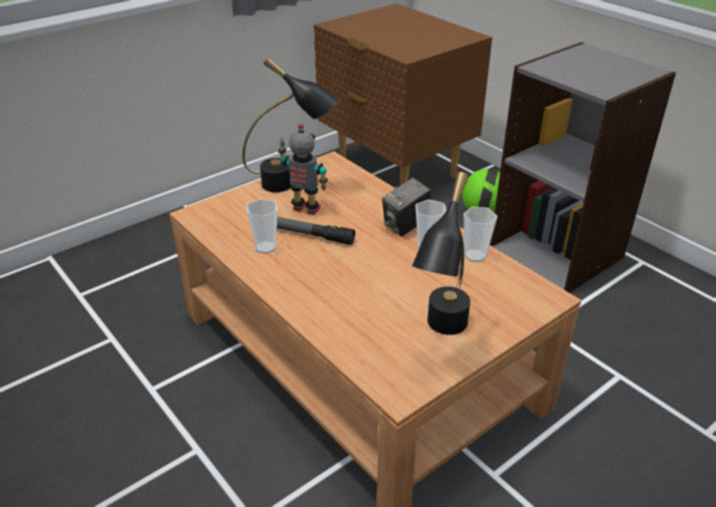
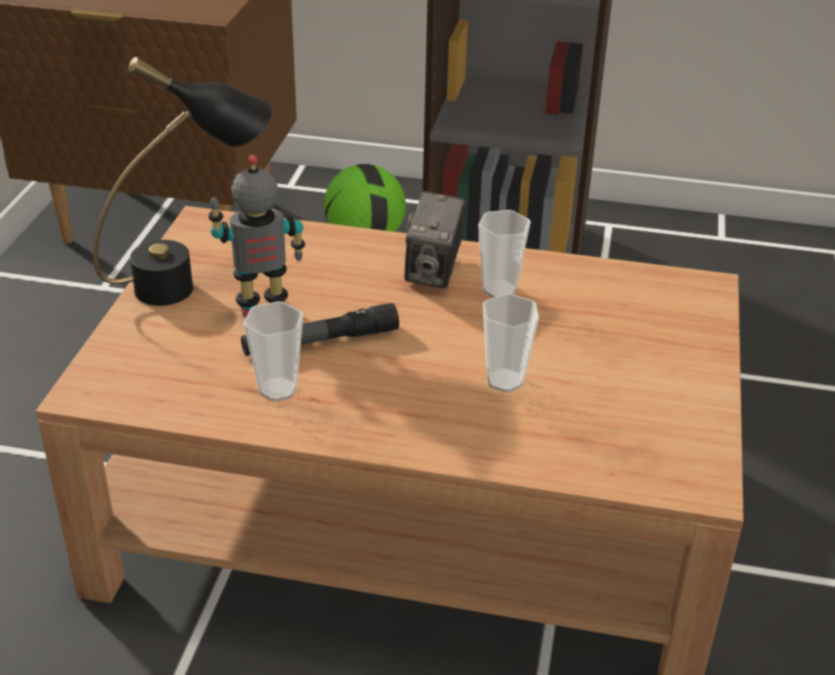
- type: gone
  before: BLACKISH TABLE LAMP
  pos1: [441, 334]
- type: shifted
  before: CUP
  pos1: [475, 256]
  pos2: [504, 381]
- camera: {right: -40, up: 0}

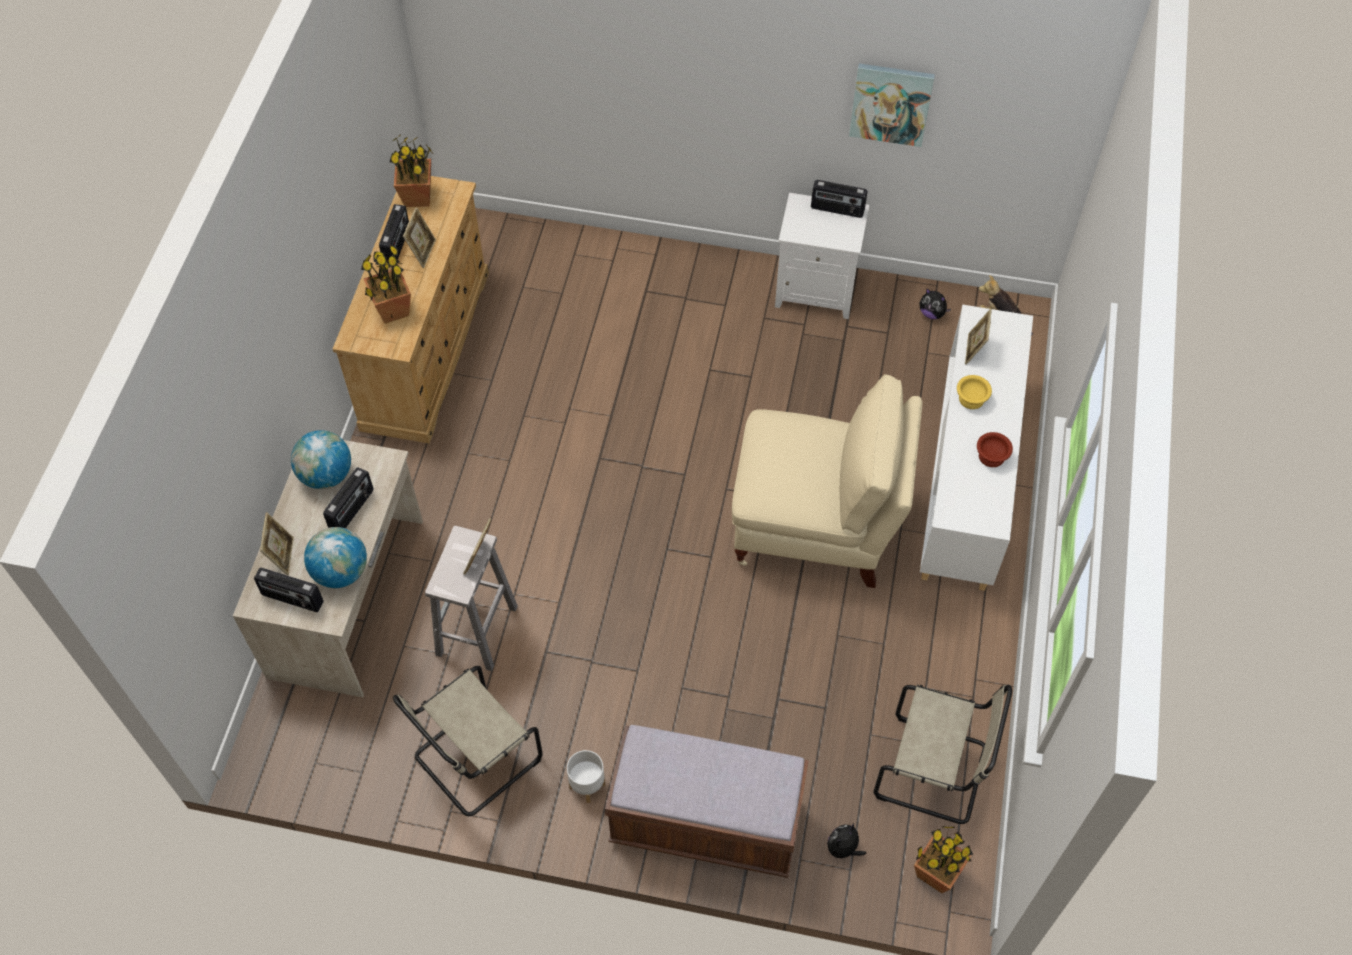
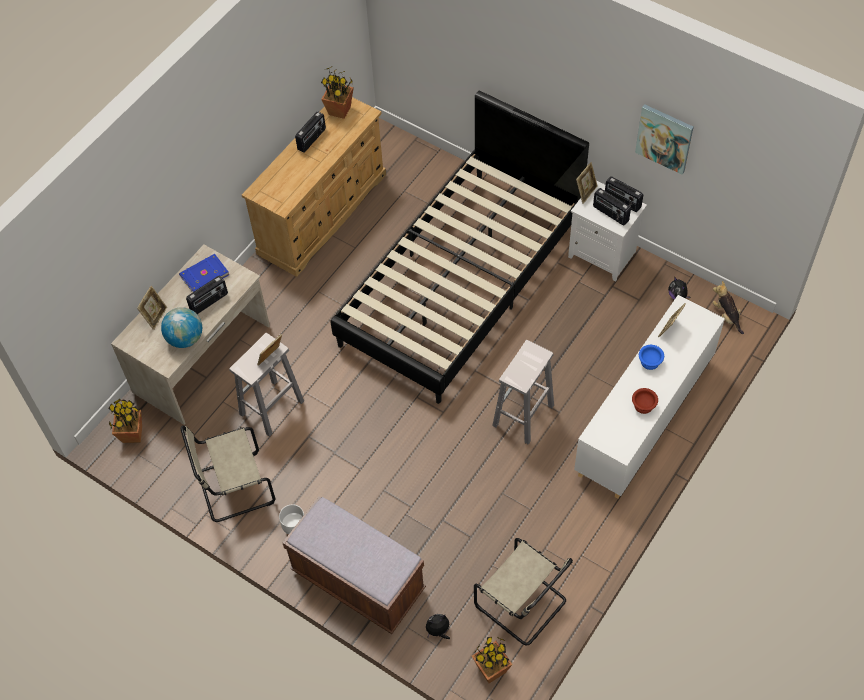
- type: shifted
  before: RADIO
  pos1: [292, 599]
  pos2: [610, 214]
- type: swapped
  before: DESK GLOBE
  after: BLUISH VOLUME
  pos1: [326, 475]
  pos2: [204, 275]
- type: shifted
  before: PLANT IN A POT
  pos1: [392, 310]
  pos2: [132, 434]
- type: shifted
  before: STANDING FRAME
  pos1: [422, 252]
  pos2: [586, 192]
- type: swapped
  before: BEIGE-COLOURED UPRIGHT CHAIR
  after: WHITE-COLOURED SITTING STOOL
  pos1: [816, 527]
  pos2: [523, 416]
- type: repainted
  before: YELLOW-COLOURED DEEP DISH
  after: BLUISH DEEP DISH
  pos1: [972, 399]
  pos2: [650, 362]
- type: new
  after: BLACKISH BED
  pos2: [461, 283]
- camera: {right: 25, up: 0}

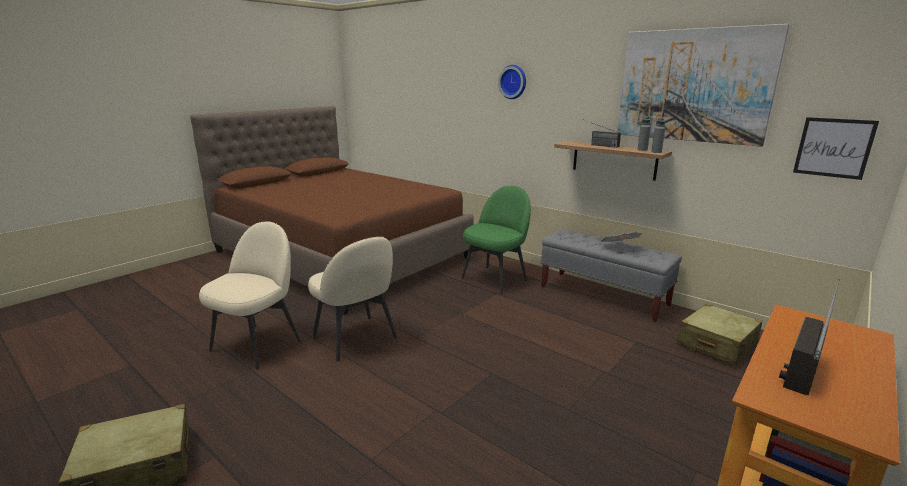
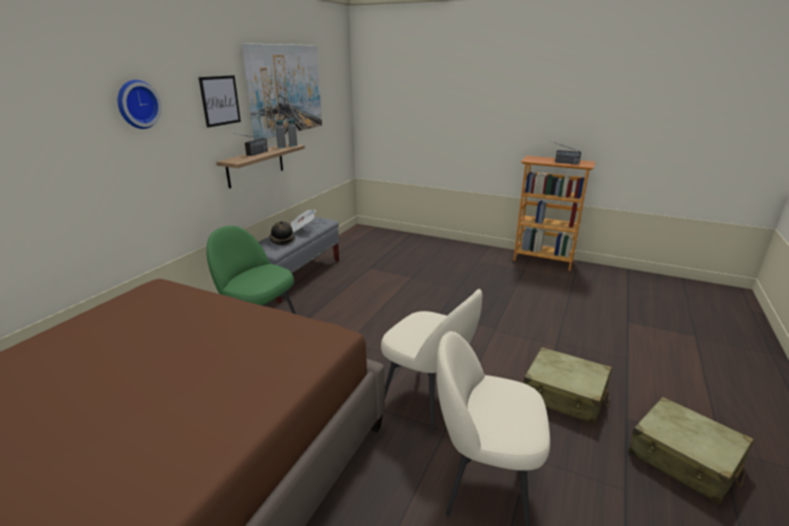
- type: rotated
  before: BEIGE-COLOURED UPRIGHT CHAIR
  pos1: [356, 339]
  pos2: [428, 397]
  turn: 90
- type: shifted
  before: BEIGE-COLOURED TRAVEL CASE
  pos1: [716, 345]
  pos2: [564, 395]
- type: shifted
  before: WALL ART
  pos1: [833, 147]
  pos2: [220, 100]
- type: new
  after: CLOTHING HAT
  pos2: [282, 241]
- camera: {right: -105, up: 5}

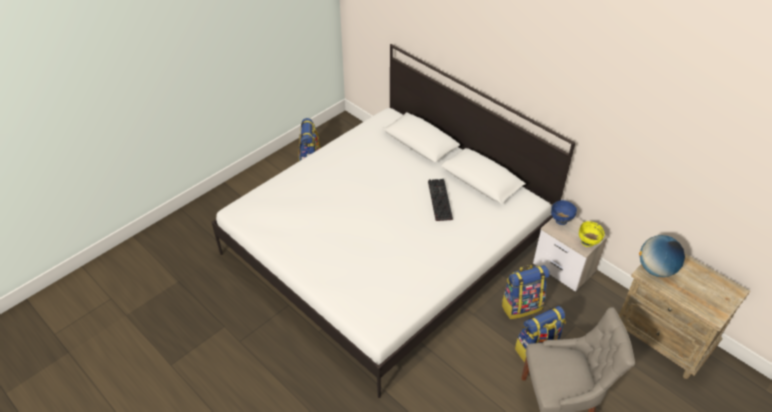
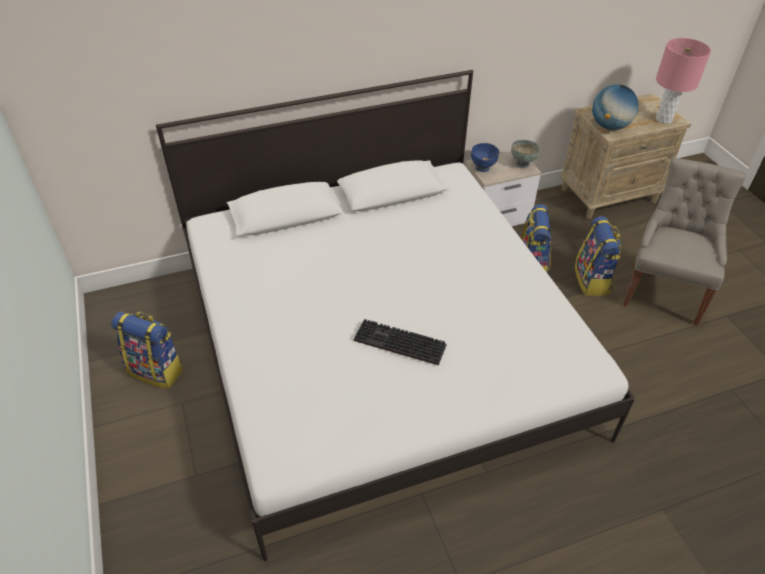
- type: shifted
  before: COMPUTER KEYBOARD
  pos1: [438, 200]
  pos2: [397, 344]
- type: repainted
  before: YELLOW-COLOURED DEEP DISH
  after: GREY DEEP DISH
  pos1: [588, 242]
  pos2: [522, 164]
- type: new
  after: PINK-COLOURED TABLE LAMP
  pos2: [664, 119]
- camera: {right: -65, up: 0}

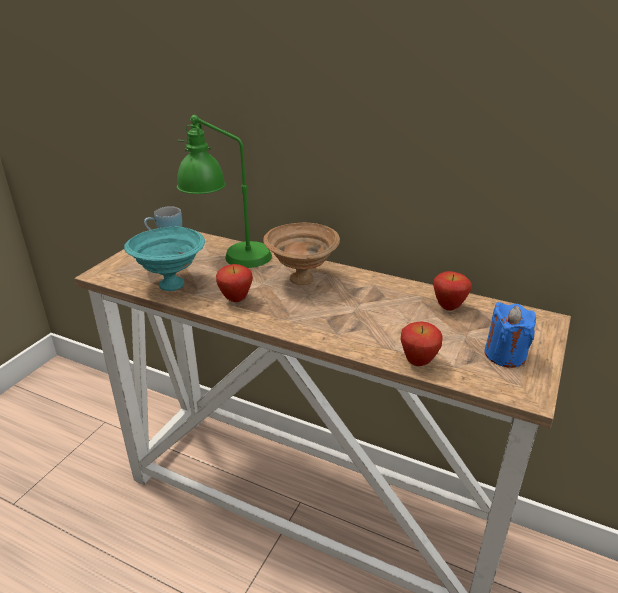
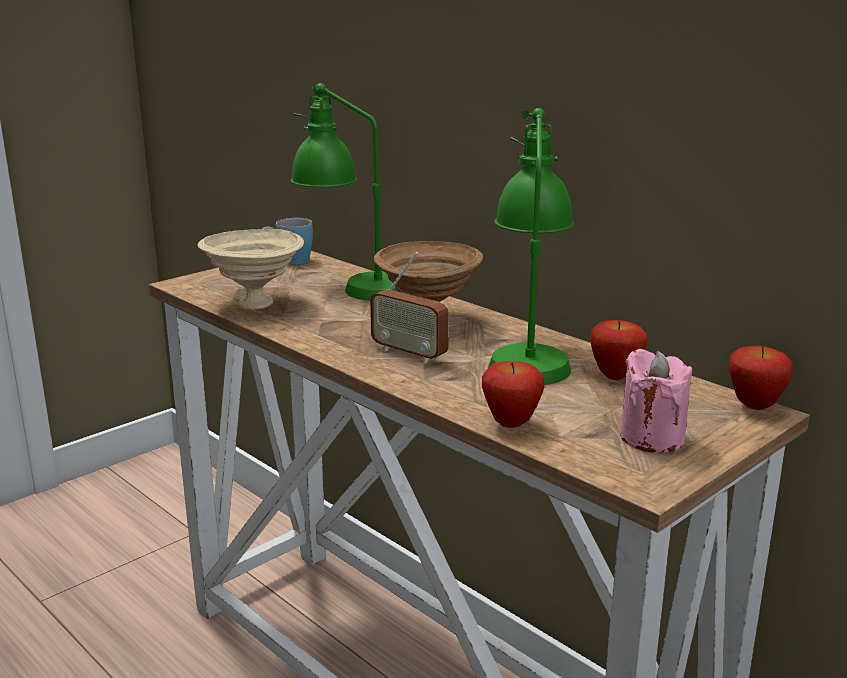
- type: repainted
  before: TURQUOISE-COLOURED DEEP DISH
  after: BEIGE-COLOURED DEEP DISH
  pos1: [169, 284]
  pos2: [253, 303]
- type: shifted
  before: APPLE FRUIT
  pos1: [236, 300]
  pos2: [755, 407]
- type: repainted
  before: BLUISH WAX LIGHT
  after: PINK-COLOURED WAX LIGHT
  pos1: [505, 355]
  pos2: [652, 437]
- type: new
  after: RADIO
  pos2: [409, 353]
- type: new
  after: GREEN-COLOURED TABLE LAMP
  pos2: [527, 354]
- camera: {right: 20, up: -10}

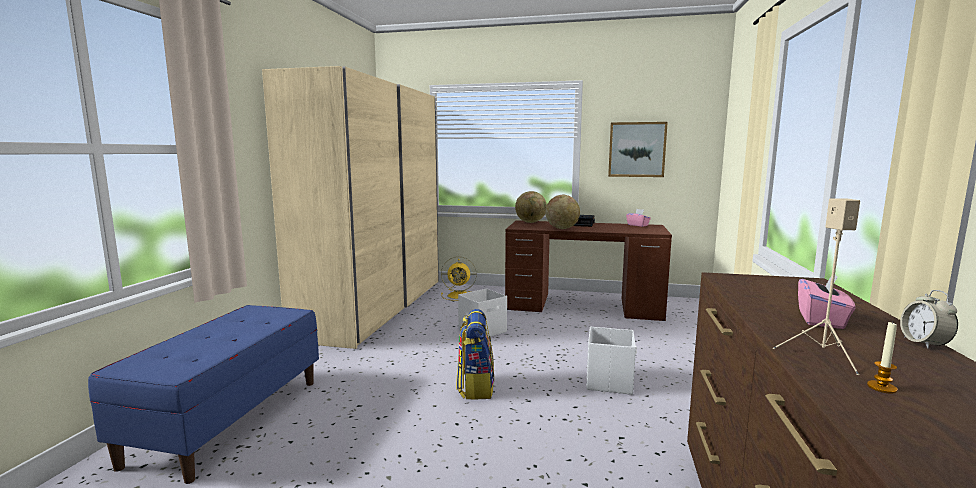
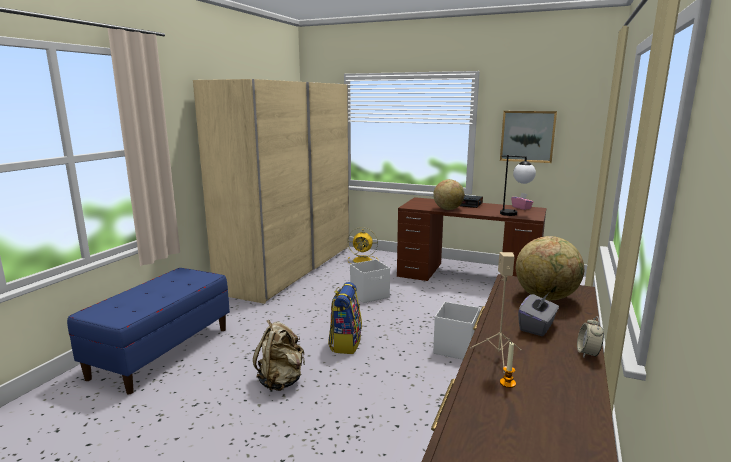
- type: shifted
  before: DESK GLOBE
  pos1: [530, 222]
  pos2: [546, 297]
- type: repainted
  before: PINK-COLOURED BOX OF TISSUES
  after: GREY BOX OF TISSUES
  pos1: [821, 320]
  pos2: [537, 327]
- type: new
  after: BEIGE-COLOURED BACKPACK
  pos2: [281, 381]
- type: new
  after: TABLE LAMP
  pos2: [515, 214]
- camera: {right: 10, up: 5}

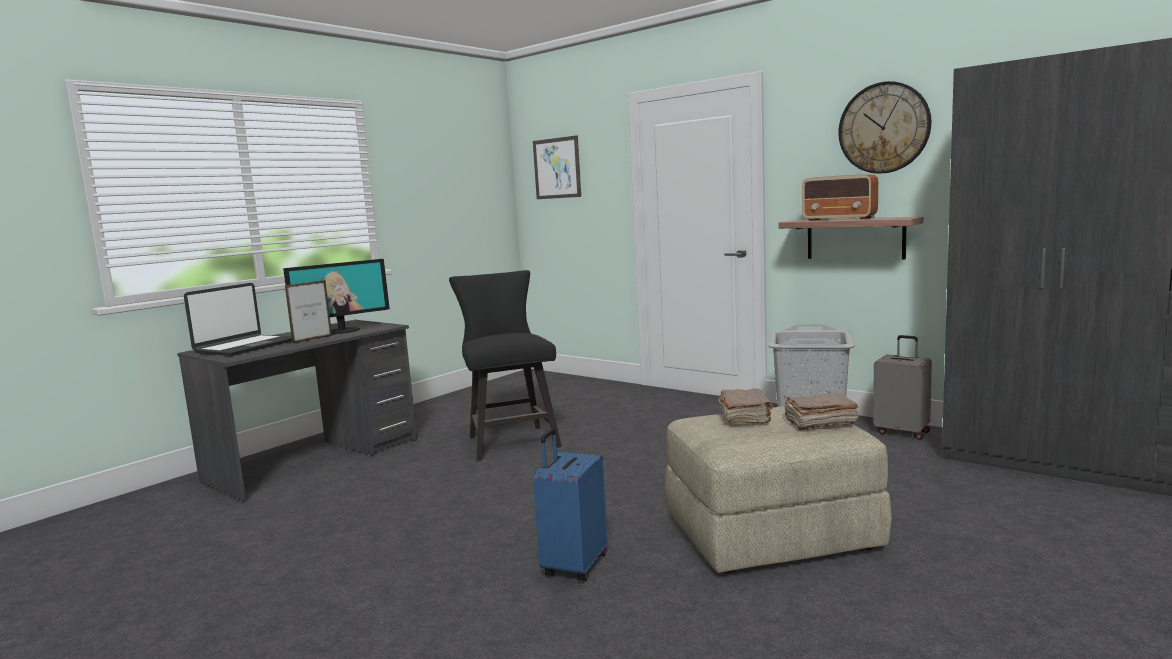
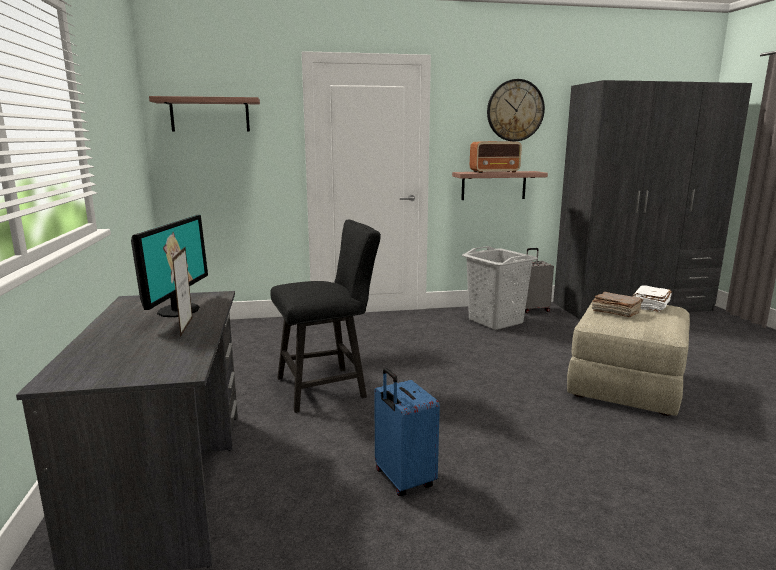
- type: gone
  before: NOTEBOOK COMPUTER
  pos1: [245, 347]
- type: rotated
  before: BLACKISH UPRIGHT CHAIR
  pos1: [510, 440]
  pos2: [328, 387]
  turn: 135
- type: swapped
  before: WALL ART
  after: BRACKET SHELF
  pos1: [557, 168]
  pos2: [210, 115]
- type: shifted
  before: BLUISH TRAVEL CASE
  pos1: [573, 566]
  pos2: [403, 480]
- type: repainted
  before: BROWN VOLUME
  after: WHITE-COLOURED VOLUME
  pos1: [819, 423]
  pos2: [650, 306]
- camera: {right: -50, up: 5}

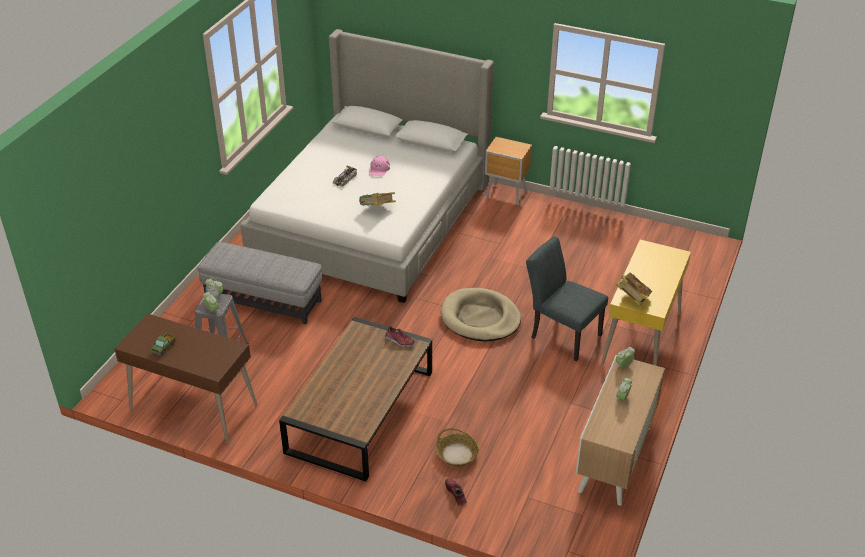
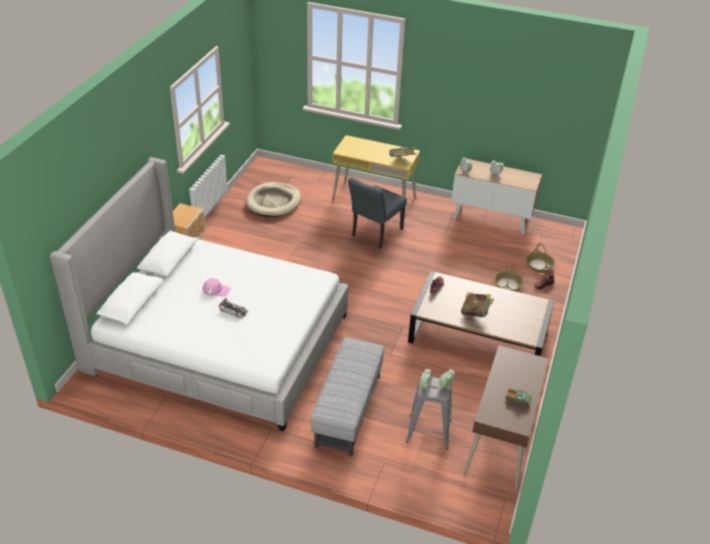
- type: shifted
  before: VOLUME
  pos1: [377, 209]
  pos2: [475, 313]
- type: shifted
  before: BEIGE-COLOURED PET BED
  pos1: [480, 318]
  pos2: [274, 202]
- type: new
  after: BASKET
  pos2: [539, 265]
- camera: {right: -95, up: 0}

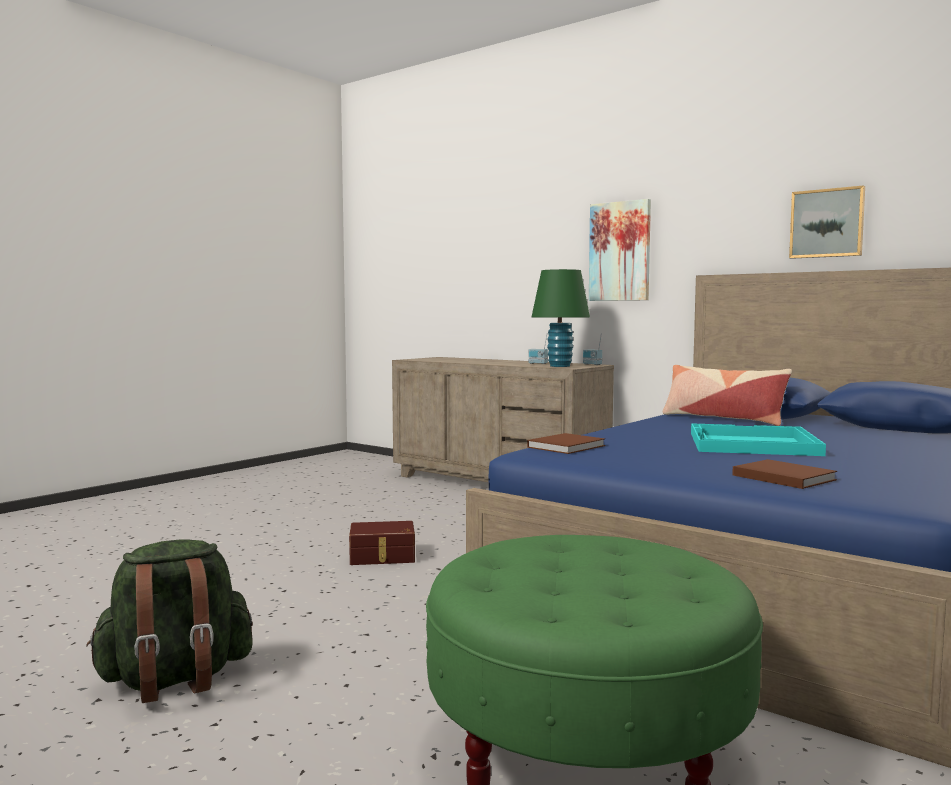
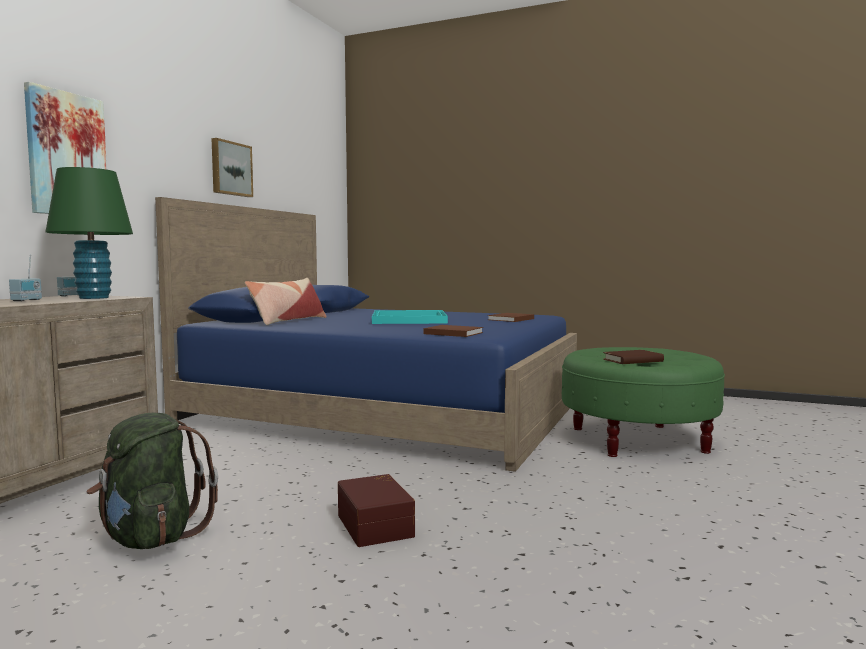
- type: shifted
  before: GREEN-COLOURED BACKPACK
  pos1: [175, 680]
  pos2: [151, 538]
- type: new
  after: BROWN VOLUME
  pos2: [633, 360]
- camera: {right: -105, up: 0}

